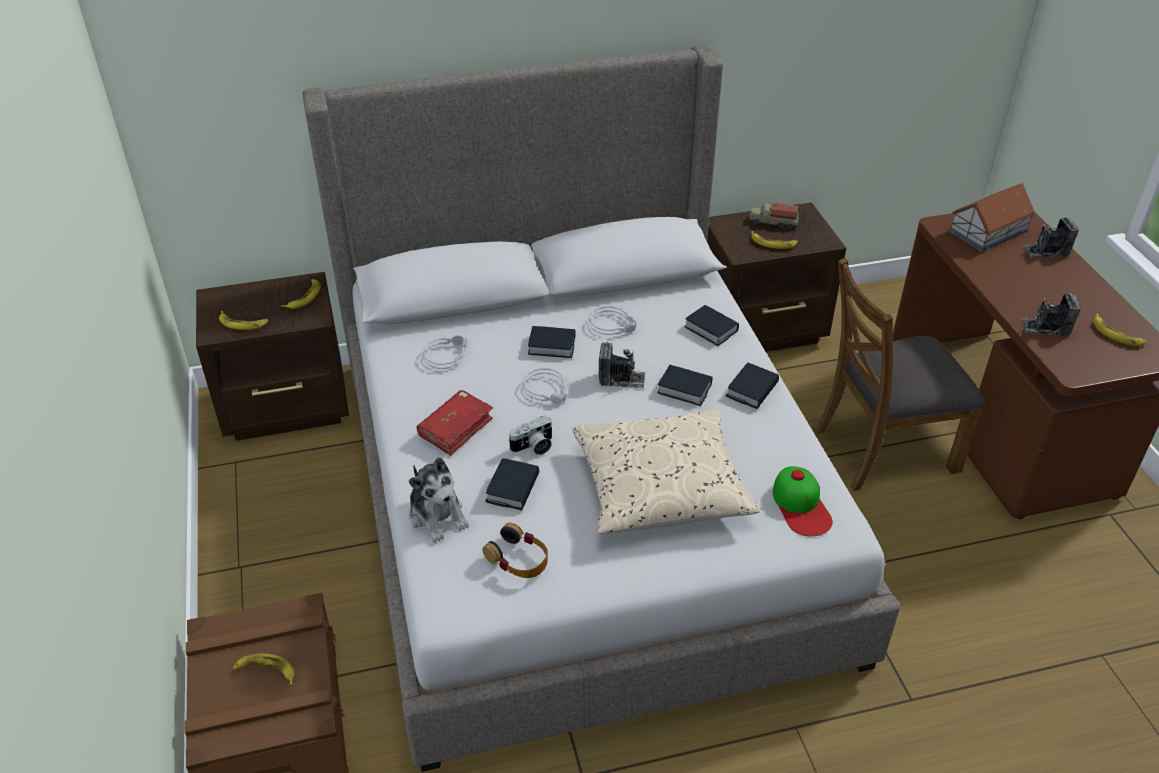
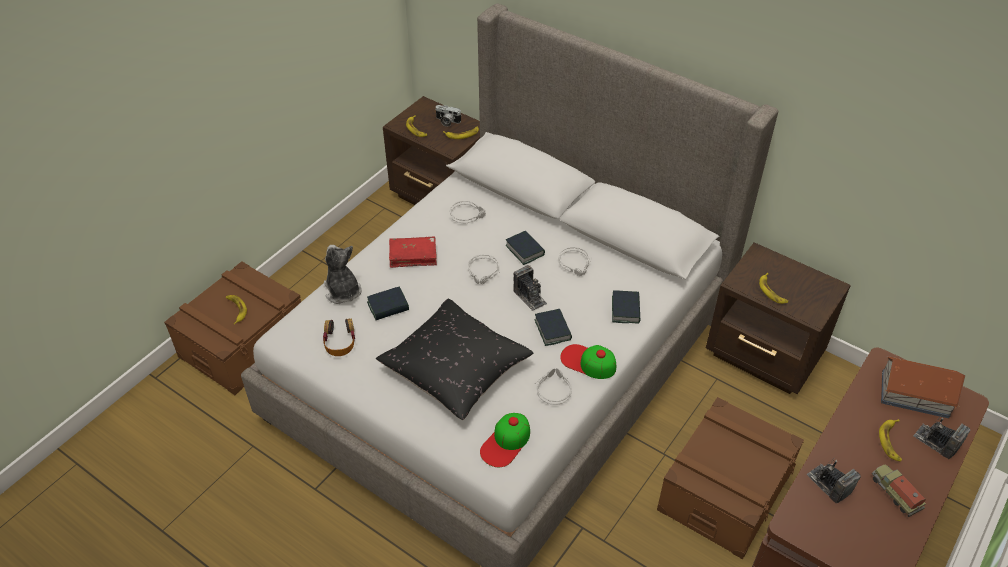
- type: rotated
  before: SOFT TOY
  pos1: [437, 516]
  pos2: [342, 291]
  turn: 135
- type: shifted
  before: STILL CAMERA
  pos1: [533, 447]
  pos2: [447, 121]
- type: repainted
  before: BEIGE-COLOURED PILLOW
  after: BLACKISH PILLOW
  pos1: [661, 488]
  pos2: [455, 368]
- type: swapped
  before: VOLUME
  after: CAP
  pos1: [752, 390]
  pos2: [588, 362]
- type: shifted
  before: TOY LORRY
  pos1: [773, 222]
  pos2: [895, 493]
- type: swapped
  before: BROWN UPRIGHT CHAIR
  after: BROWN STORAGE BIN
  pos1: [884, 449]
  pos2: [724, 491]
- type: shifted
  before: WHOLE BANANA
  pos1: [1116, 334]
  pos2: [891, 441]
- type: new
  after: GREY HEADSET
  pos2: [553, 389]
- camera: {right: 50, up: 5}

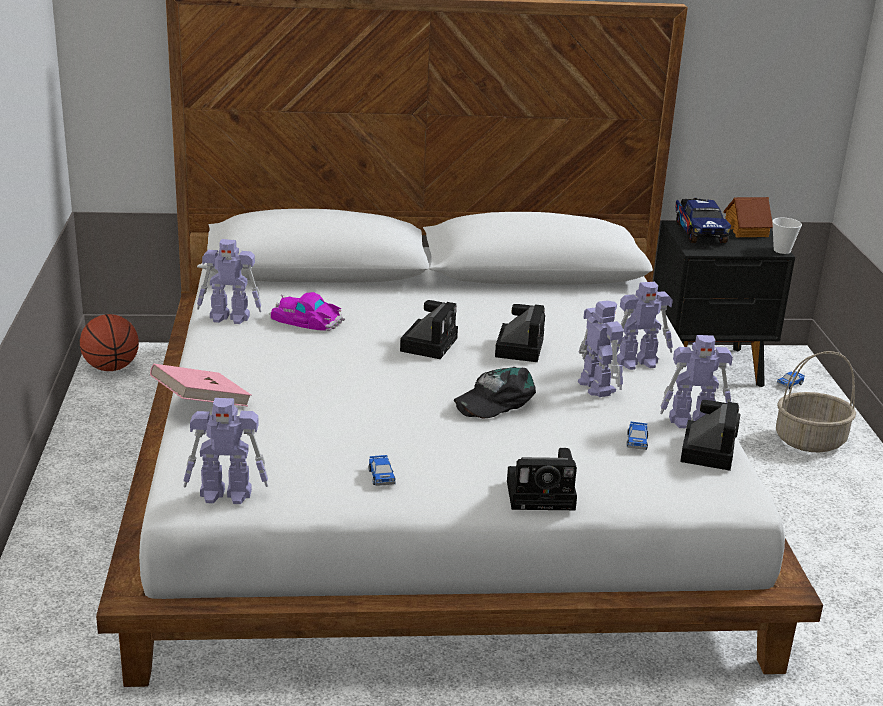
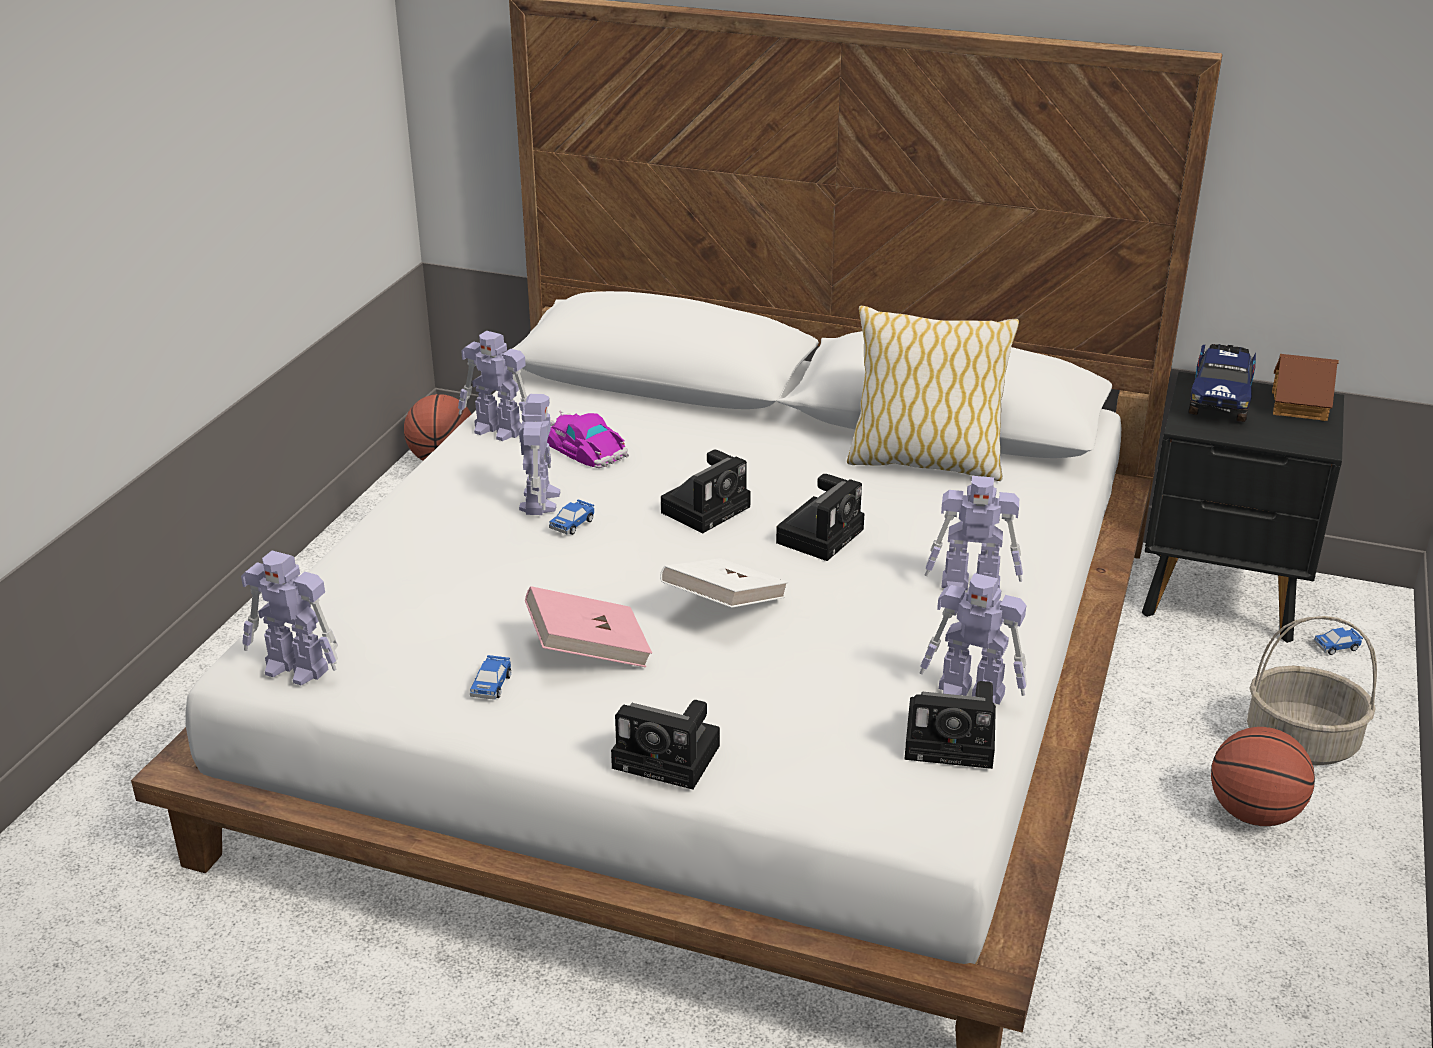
- type: shifted
  before: PINK-COLOURED VOLUME
  pos1: [201, 404]
  pos2: [588, 651]
- type: swapped
  before: BLACKISH CAP
  after: WHITE-COLOURED VOLUME
  pos1: [495, 400]
  pos2: [724, 606]
- type: shifted
  before: MODEL ROBOT
  pos1: [596, 386]
  pos2: [540, 500]
- type: shifted
  before: MINIATURE CAR
  pos1: [637, 442]
  pos2: [573, 524]
- type: rotated
  before: STILL CAMERA
  pos1: [707, 449]
  pos2: [954, 741]
  turn: 60
- type: gone
  before: CUP
  pos1: [782, 250]
- type: new
  after: PILLOW
  pos2: [924, 462]
- type: new
  after: BASKETBALL
  pos2: [1253, 814]
- camera: {right: 25, up: 5}

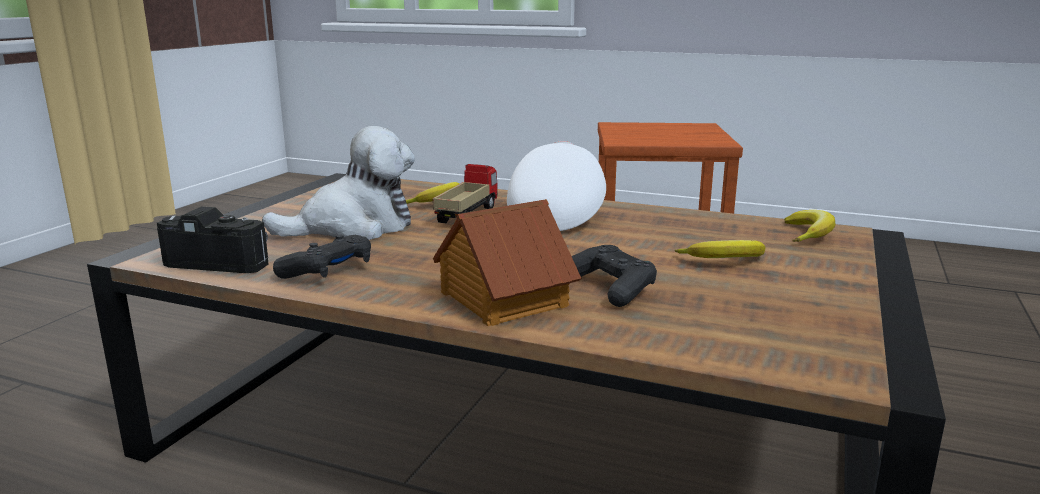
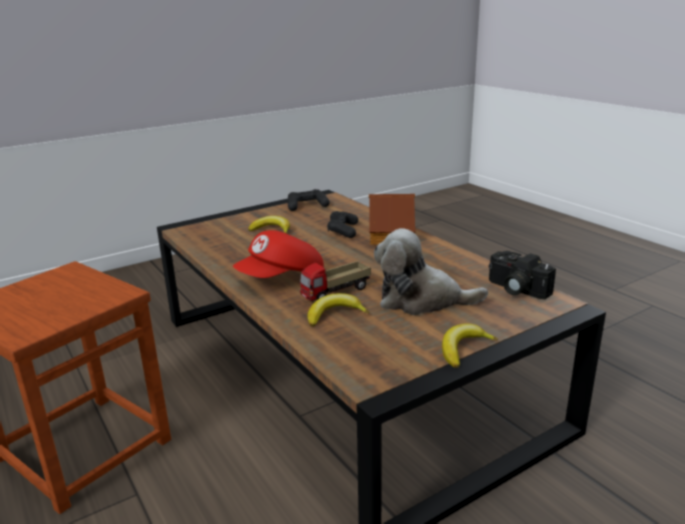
- type: shifted
  before: BLACKISH JOYPAD
  pos1: [328, 271]
  pos2: [307, 206]
- type: repainted
  before: WHITE-COLOURED CAP
  after: REDDISH CAP
  pos1: [556, 214]
  pos2: [282, 278]
- type: shifted
  before: WHOLE BANANA
  pos1: [808, 234]
  pos2: [463, 349]
- camera: {right: -145, up: 5}

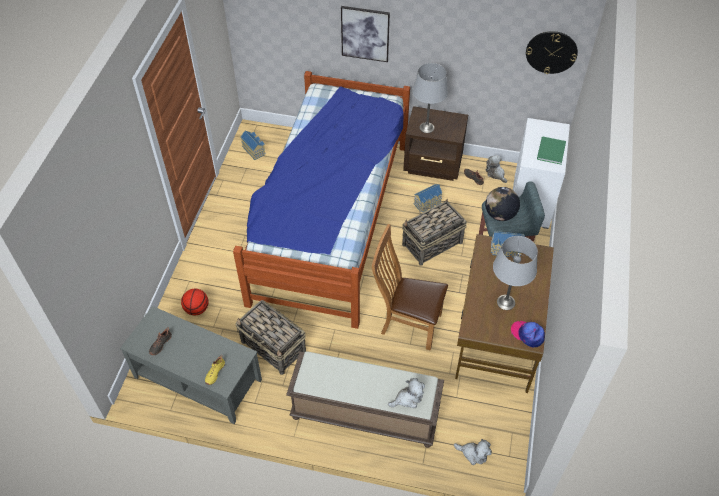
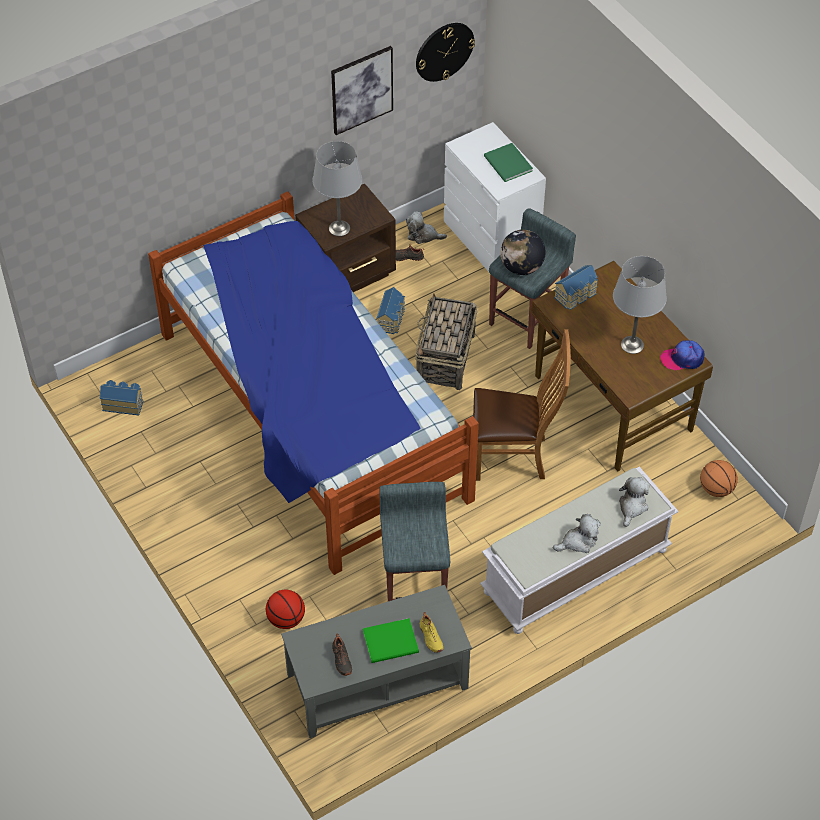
- type: swapped
  before: BASKET
  after: GREY SITTING STOOL
  pos1: [274, 347]
  pos2: [415, 587]
- type: repainted
  before: BROWN INDOOR BENCH
  after: WHITE-COLOURED INDOOR BENCH
  pos1: [364, 413]
  pos2: [575, 572]
- type: shifted
  before: WALL ART
  pos1: [365, 33]
  pos2: [361, 89]
- type: rotated
  before: BROWN UPRIGHT CHAIR
  pos1: [407, 323]
  pos2: [515, 457]
  turn: -150
- type: shifted
  before: SOFT TOY
  pos1: [473, 453]
  pos2: [578, 541]
- type: new
  after: GREEN-COLOURED VOLUME
  pos2: [392, 642]
- type: new
  after: BASKETBALL
  pos2: [716, 489]
- camera: {right: -45, up: 0}

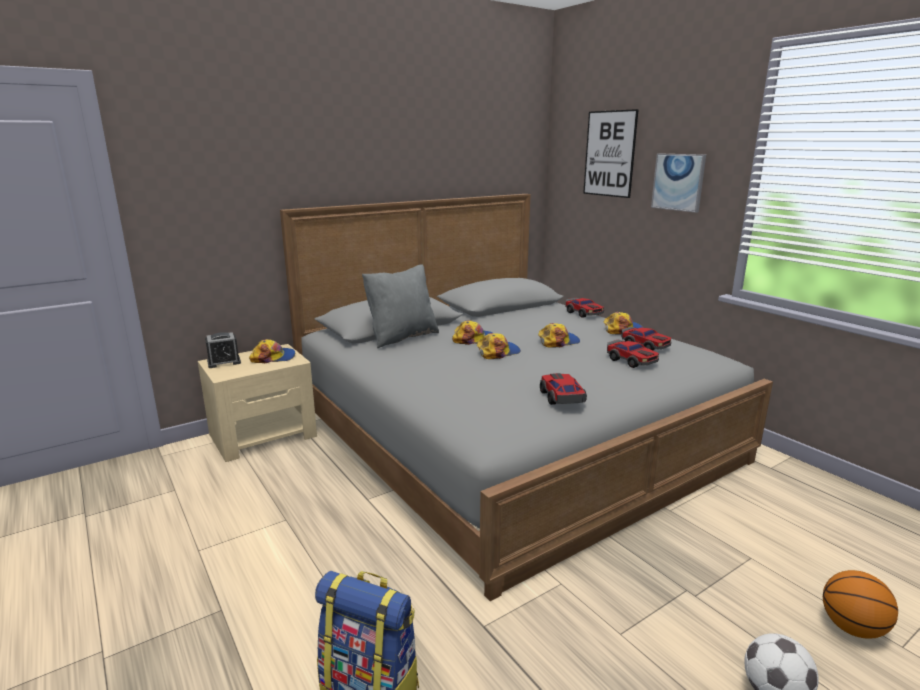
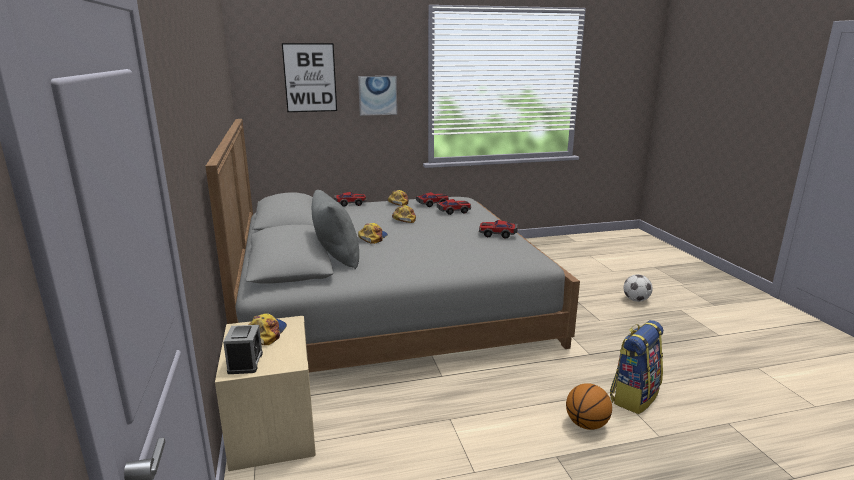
- type: gone
  before: CAP
  pos1: [498, 352]
- type: shifted
  before: BASKETBALL
  pos1: [852, 628]
  pos2: [587, 424]
- camera: {right: -70, up: 0}

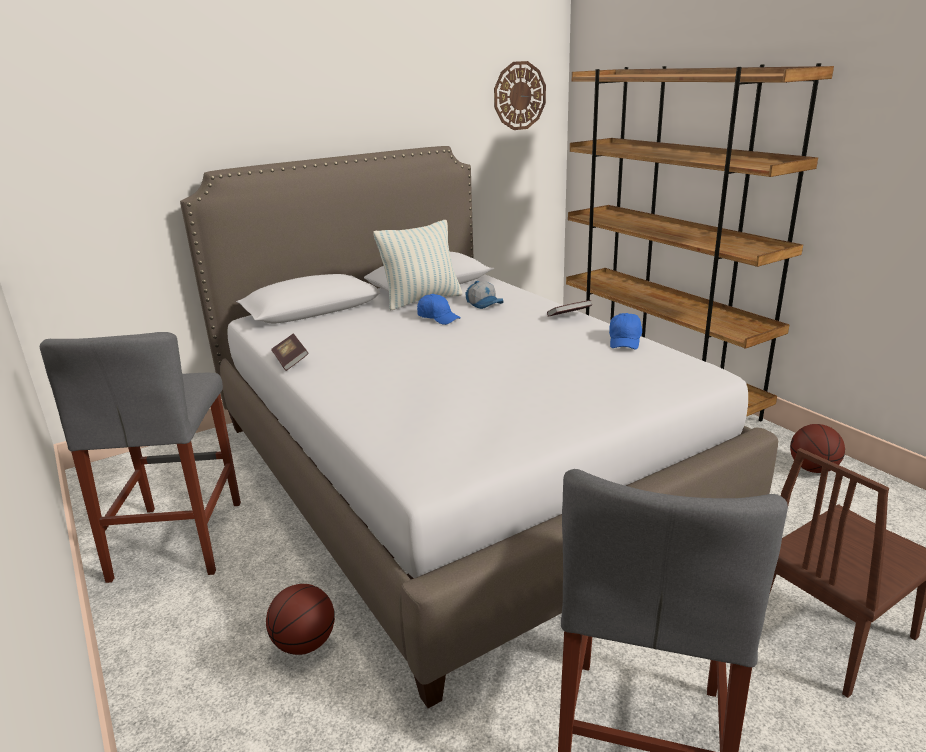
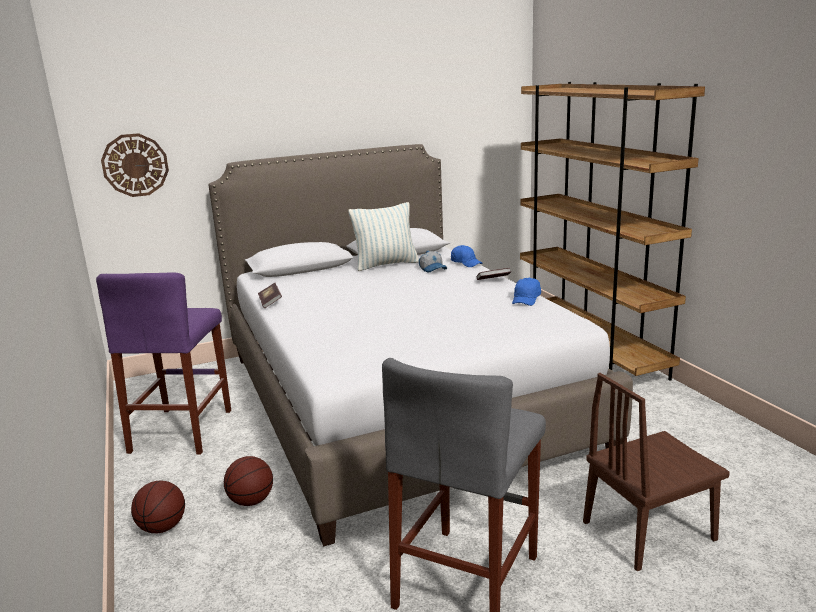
- type: repainted
  before: GREY SITTING STOOL
  after: PURPLISH SITTING STOOL
  pos1: [179, 539]
  pos2: [182, 430]
- type: shifted
  before: BLUISH CAP
  pos1: [438, 318]
  pos2: [466, 263]
- type: shifted
  before: HANGING CLOCK
  pos1: [519, 96]
  pos2: [135, 165]
- type: shifted
  before: BASKETBALL
  pos1: [812, 469]
  pos2: [162, 527]
- camera: {right: 10, up: -5}

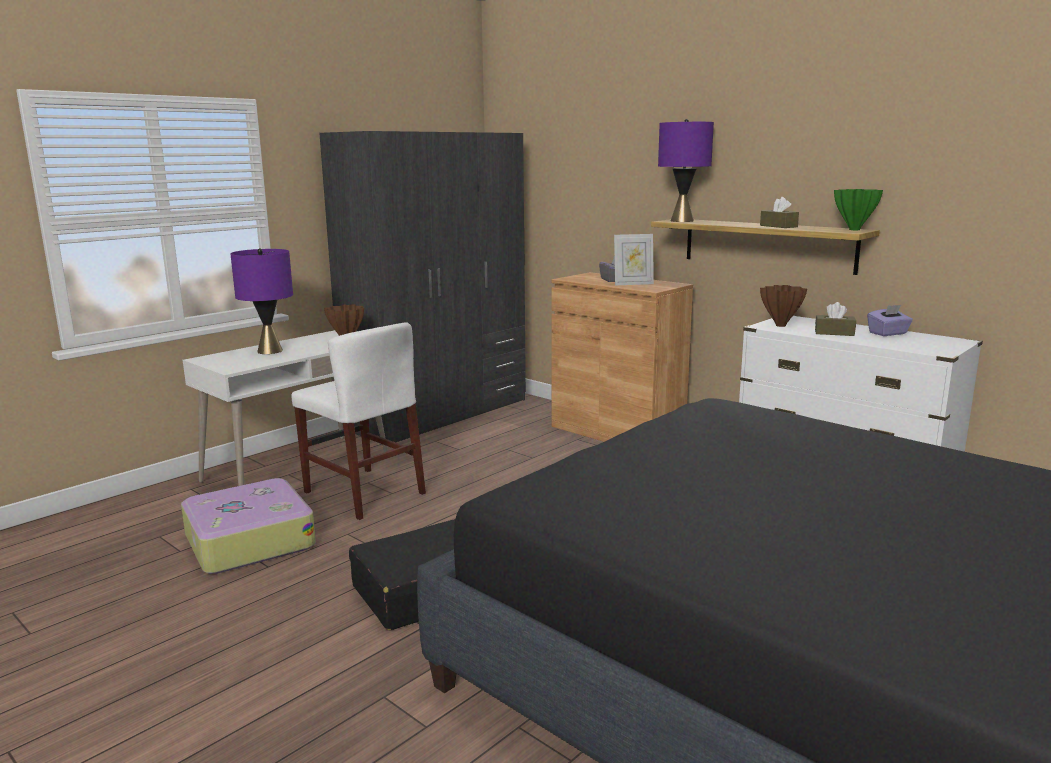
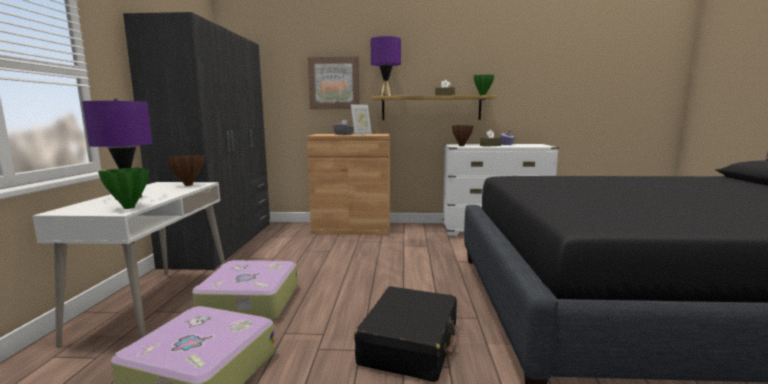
- type: swapped
  before: WHITE-COLOURED UPRIGHT CHAIR
  after: TRAVEL CASE
  pos1: [364, 493]
  pos2: [249, 302]
- type: new
  after: GREEN-COLOURED VASE
  pos2: [128, 208]
- type: new
  after: WALL ART
  pos2: [334, 83]
- camera: {right: -40, up: -5}

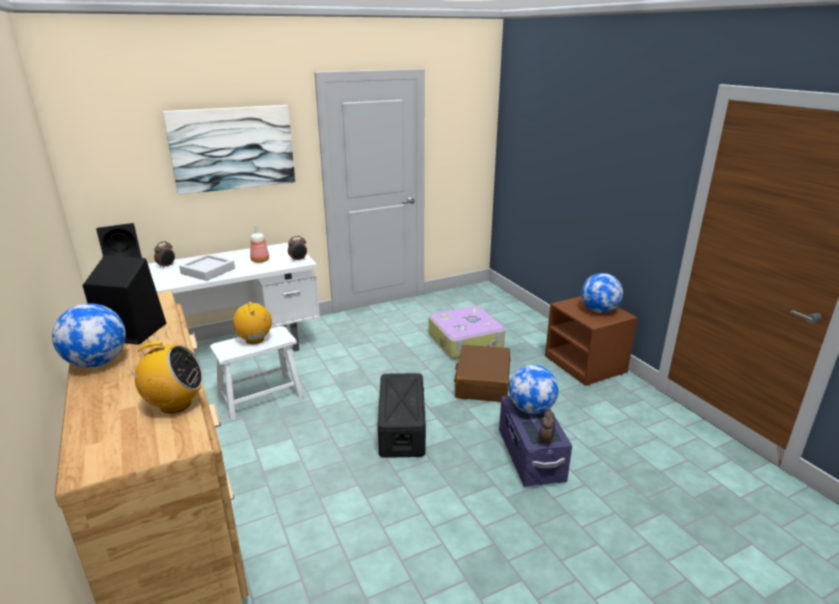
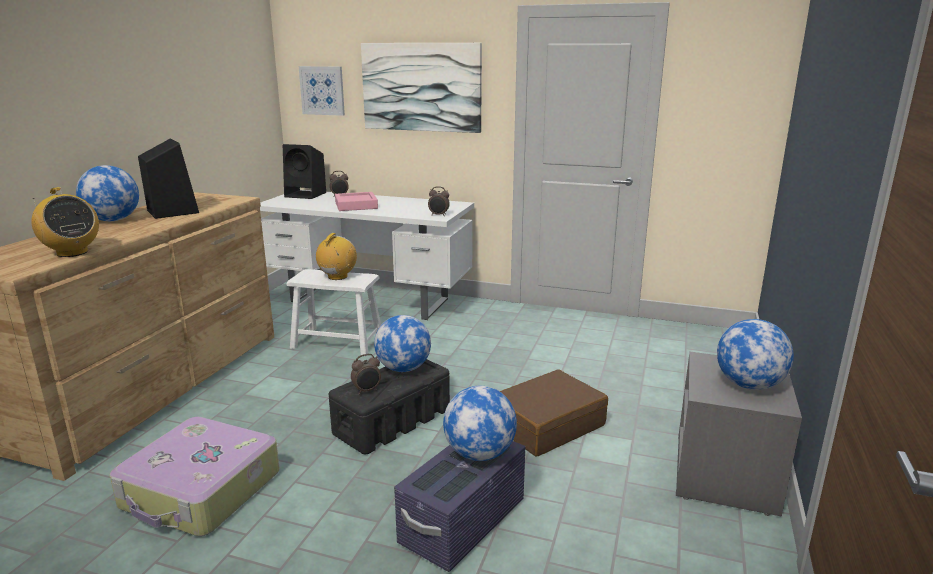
- type: repainted
  before: GREY SERVING TRAY
  after: PINK-COLOURED SERVING TRAY
  pos1: [208, 271]
  pos2: [356, 205]
- type: gone
  before: BOTTLE
  pos1: [259, 260]
- type: shifted
  before: TRAVEL CASE
  pos1: [466, 341]
  pos2: [201, 491]
- type: shifted
  before: BEDSIDE CLOCK
  pos1: [546, 440]
  pos2: [367, 390]
- type: repainted
  before: BROWN NIGHTSTAND
  after: GREY NIGHTSTAND
  pos1: [586, 365]
  pos2: [726, 475]
- type: new
  after: WALL ART
  pos2: [322, 90]
- type: new
  after: DESK GLOBE
  pos2: [403, 369]
- camera: {right: 45, up: -5}

